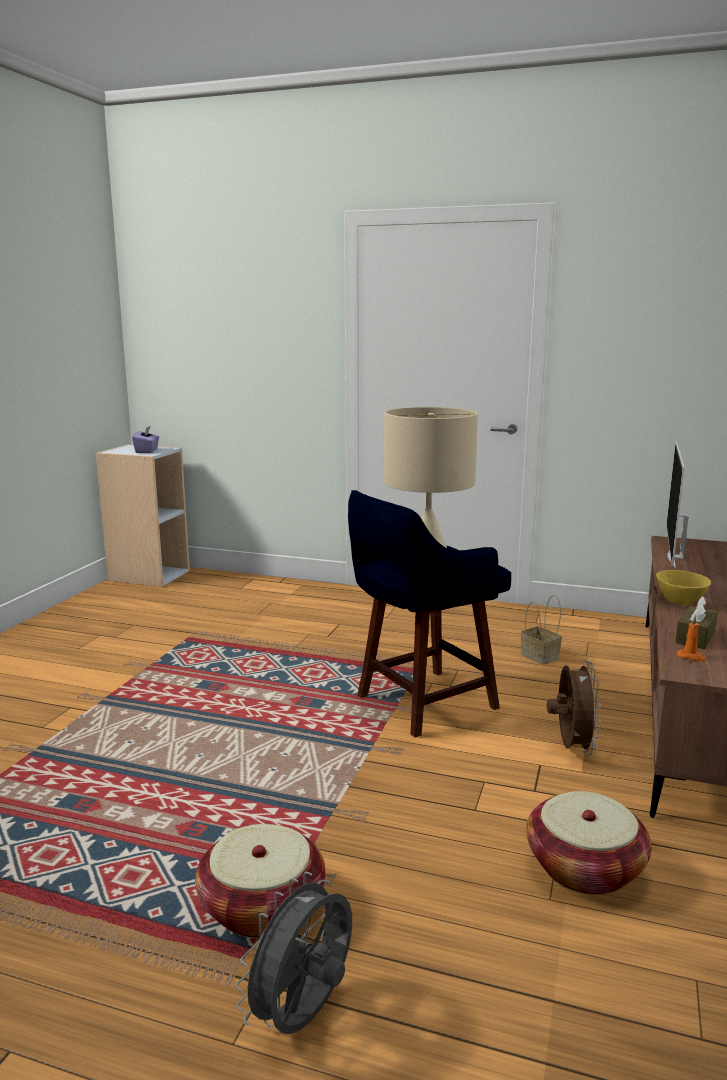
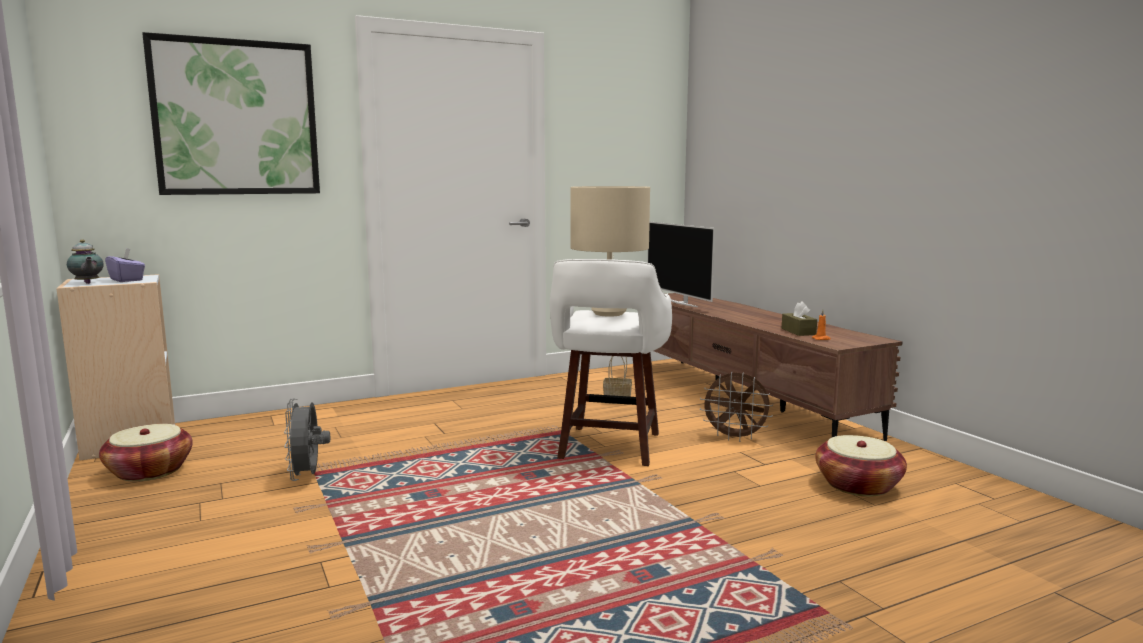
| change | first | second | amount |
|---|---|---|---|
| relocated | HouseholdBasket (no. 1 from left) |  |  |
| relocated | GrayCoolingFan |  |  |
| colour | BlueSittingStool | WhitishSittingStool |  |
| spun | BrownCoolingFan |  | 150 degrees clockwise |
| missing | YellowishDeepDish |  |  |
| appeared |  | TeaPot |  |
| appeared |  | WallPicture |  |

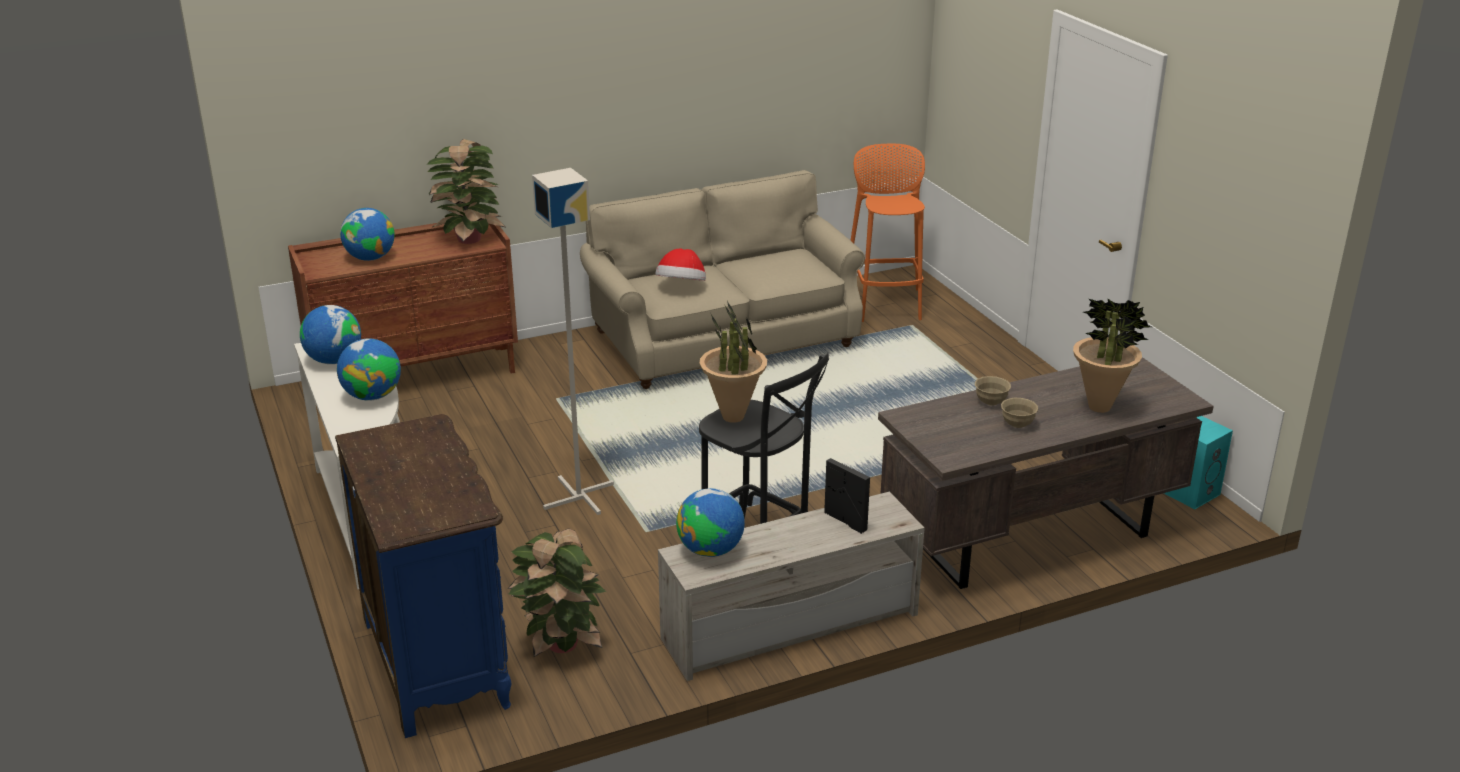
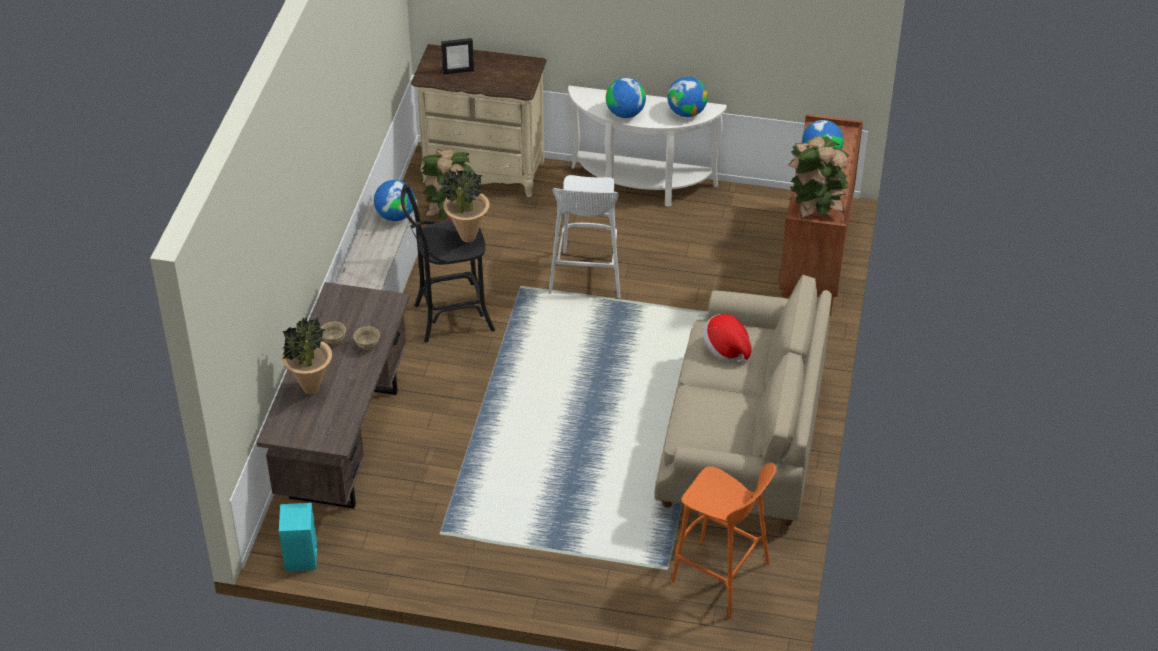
| change | first | second | amount |
|---|---|---|---|
| colour | BlueDresser | SandColouredDresser |  |
| exchanged | GrayStandingLamp | WhitishSittingStool |  |
| relocated | PhotoFrame |  |  |

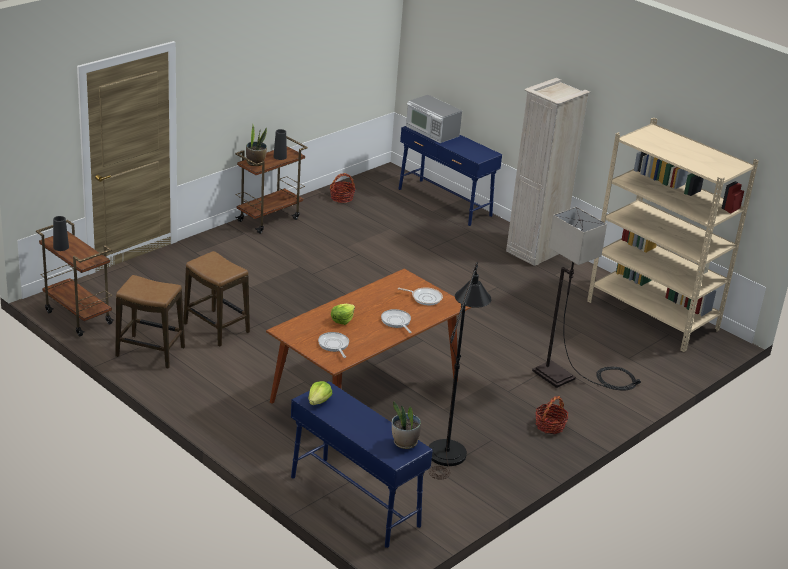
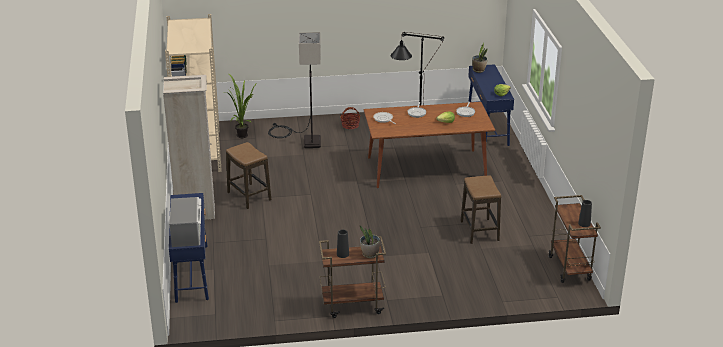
| change | first | second | amount |
|---|---|---|---|
| relocated | SittingStool (no. 1 from left) |  |  |
| missing | HouseholdBasket (no. 1 from left) |  |  |
| appeared |  | PlantInAPot (no. 1 from left) |  |

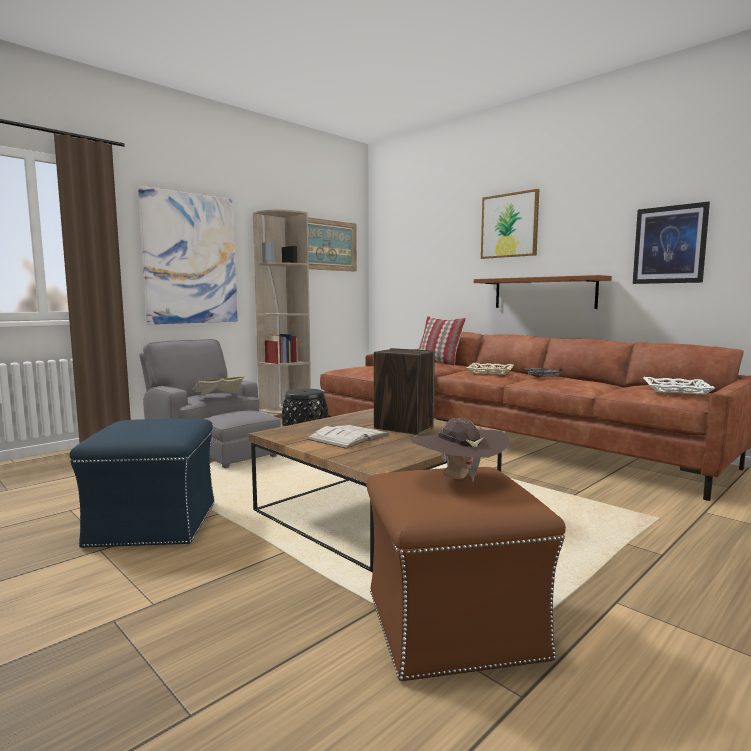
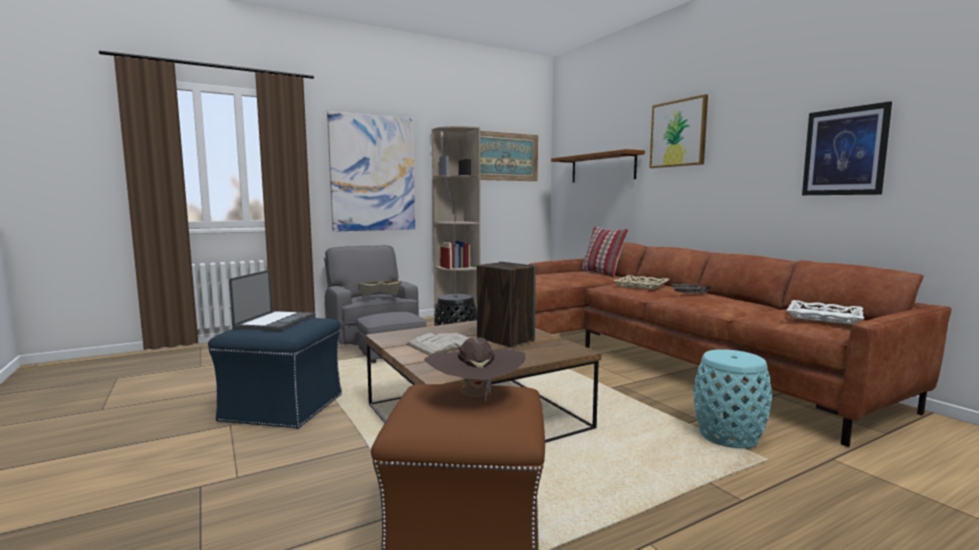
| change | first | second | amount |
|---|---|---|---|
| relocated | BrownShelf |  |  |
| appeared |  | PortableComputer |  |
| appeared |  | TurquoiseColouredSittingStool |  |

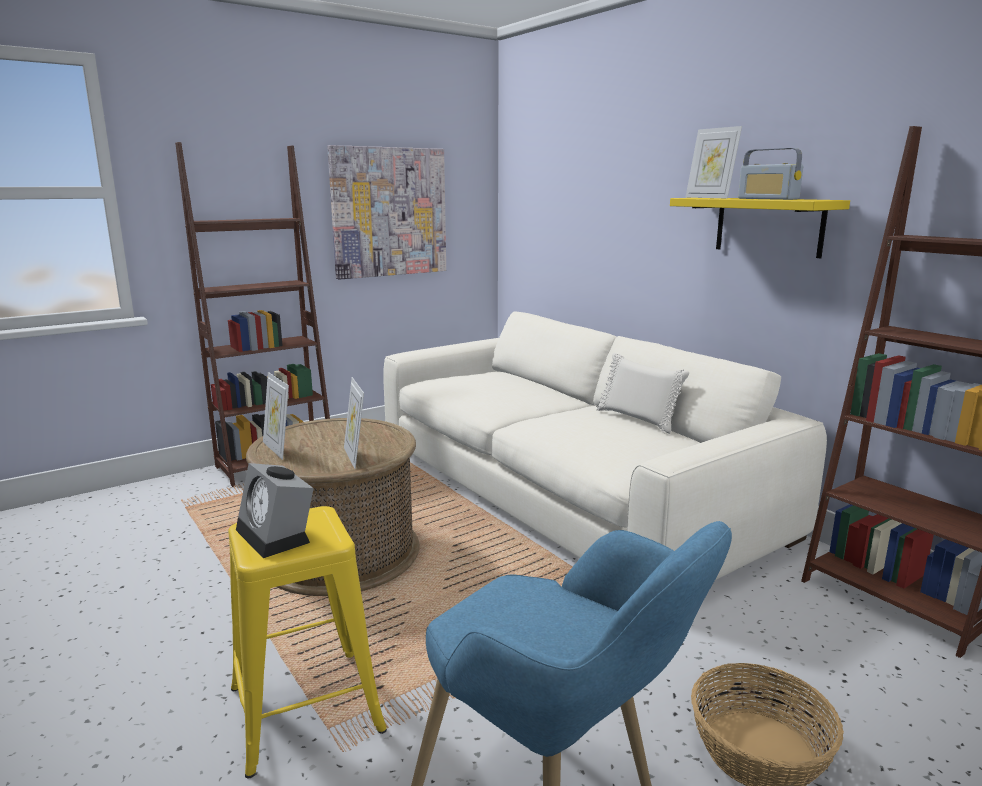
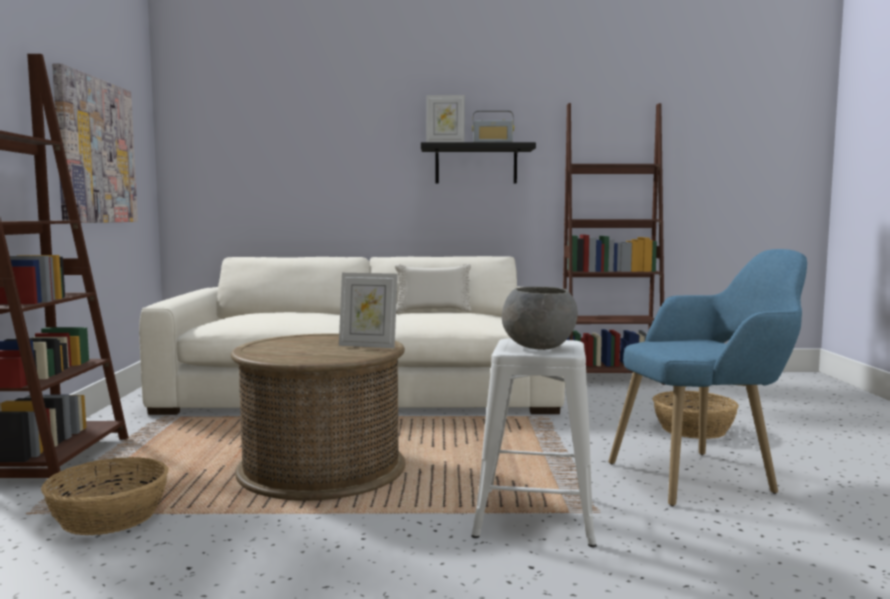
| change | first | second | amount |
|---|---|---|---|
| colour | YellowishSittingStool | WhitishSittingStool |  |
| exchanged | AlarmClock | GrayDeepDish |  |
| missing | PhotoFrame (no. 1 from left) |  |  |
| colour | YellowishShelf | BlackColouredShelf |  |
| appeared |  | HouseholdBasket (no. 1 from left) |  |

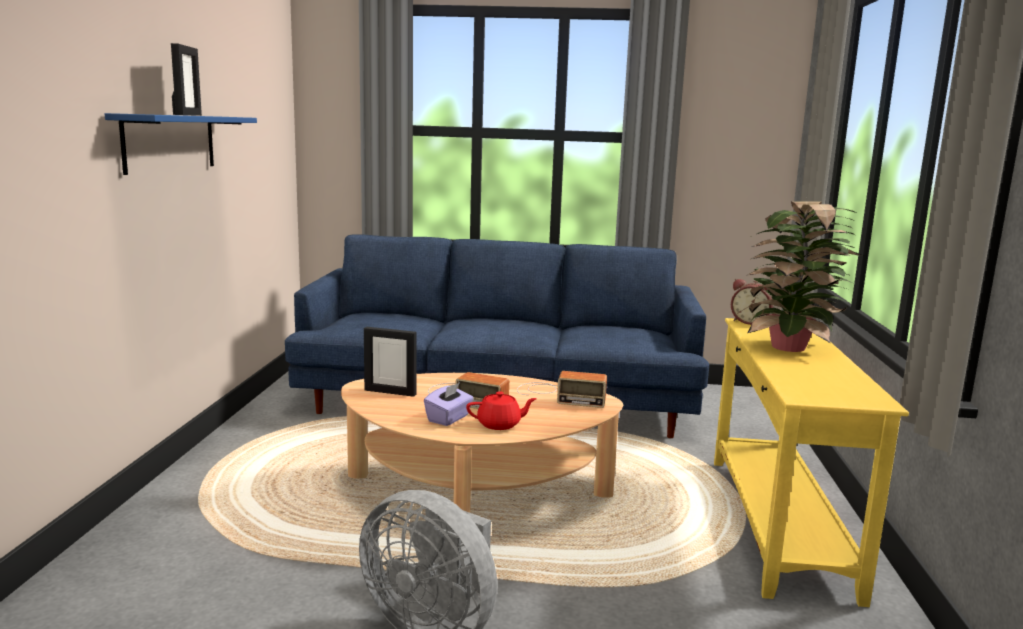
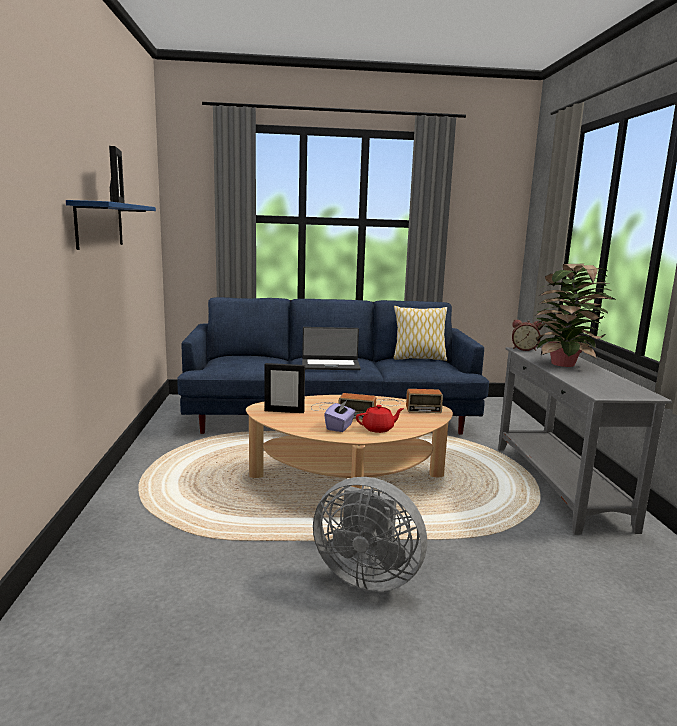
| change | first | second | amount |
|---|---|---|---|
| colour | YellowishConsoleTable | GrayConsoleTable |  |
| appeared |  | PortableComputer |  |
| appeared |  | Cushion |  |

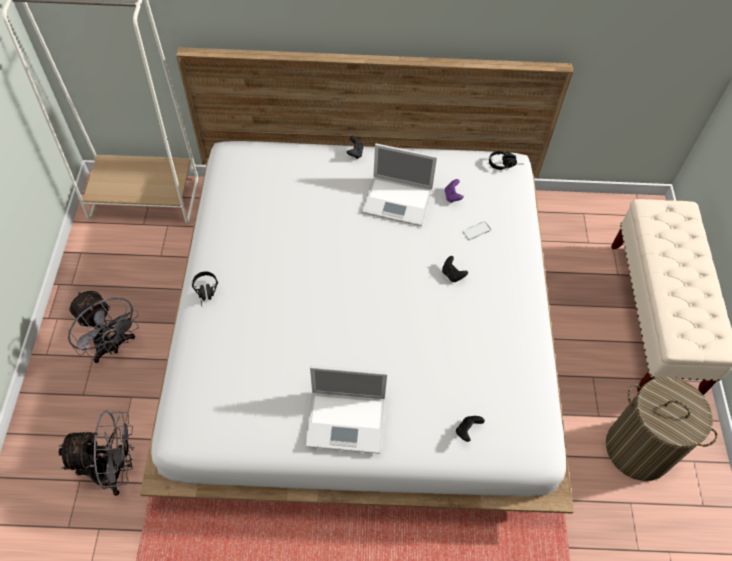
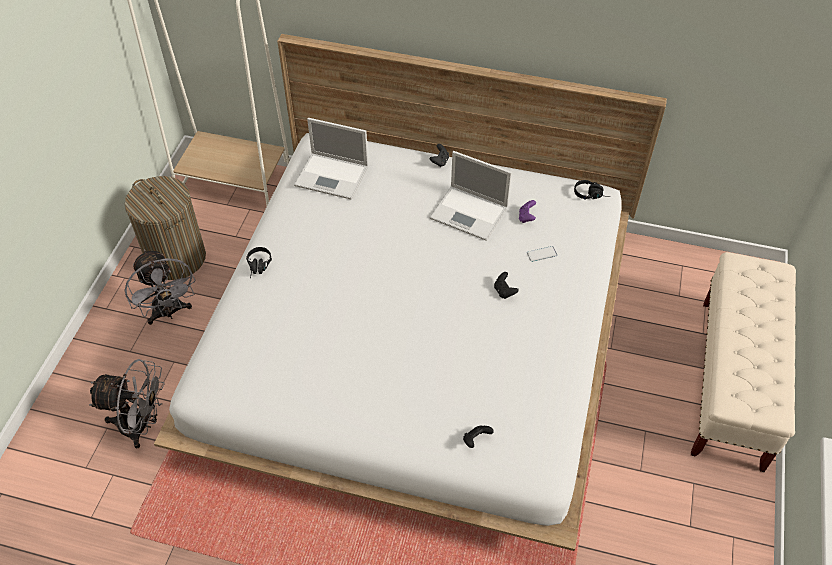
| change | first | second | amount |
|---|---|---|---|
| relocated | PortableComputer (no. 1 from left) |  |  |
| relocated | WashingBasket |  |  |

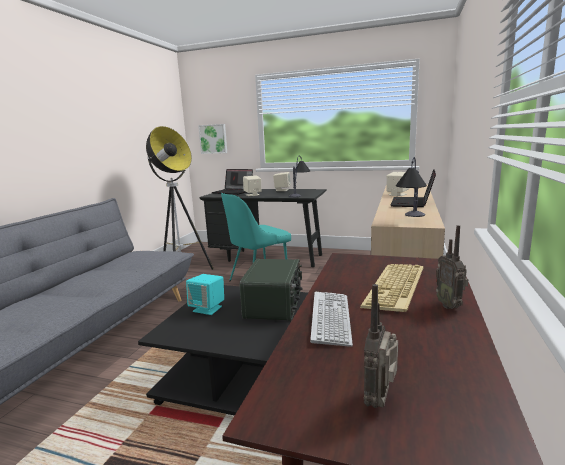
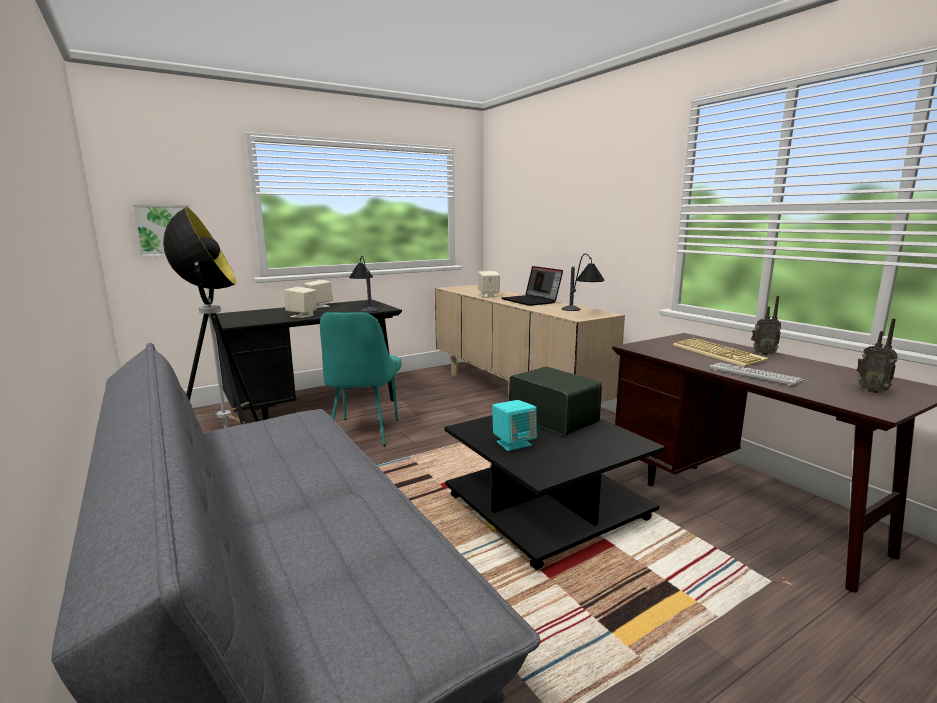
| change | first | second | amount |
|---|---|---|---|
| missing | PortableComputer (no. 1 from left) |  |  |

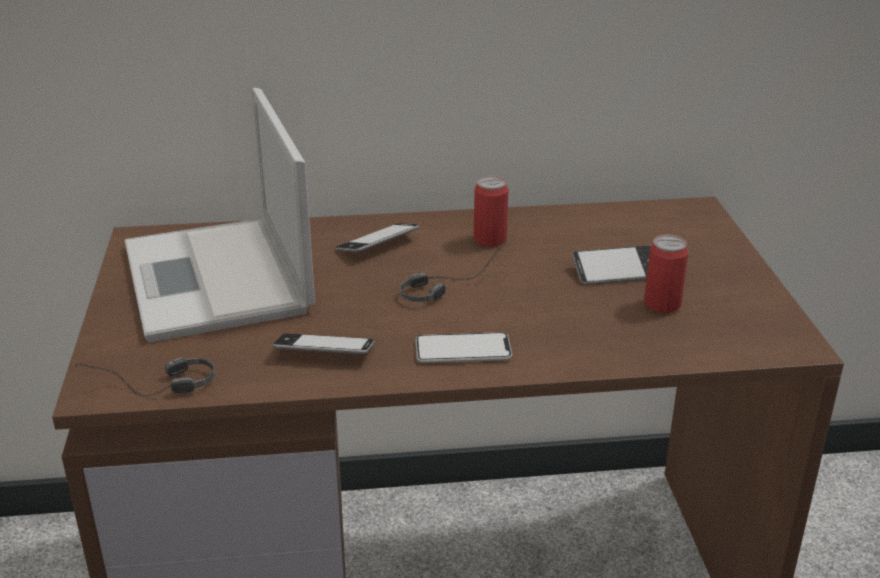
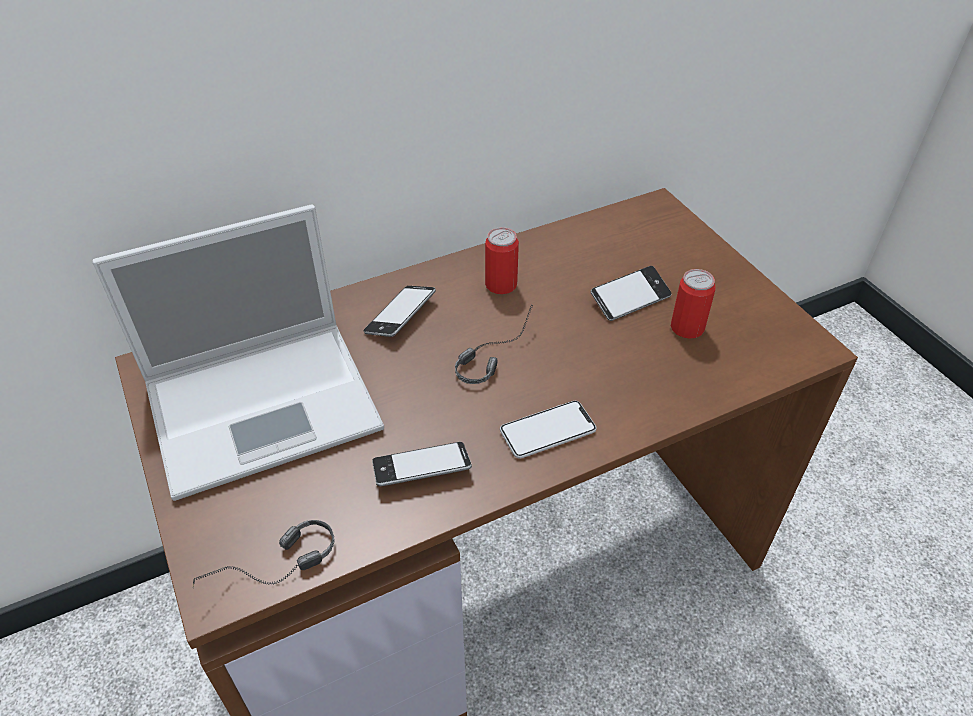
| change | first | second | amount |
|---|---|---|---|
| spun | PortableComputer |  | 75 degrees counterclockwise |

